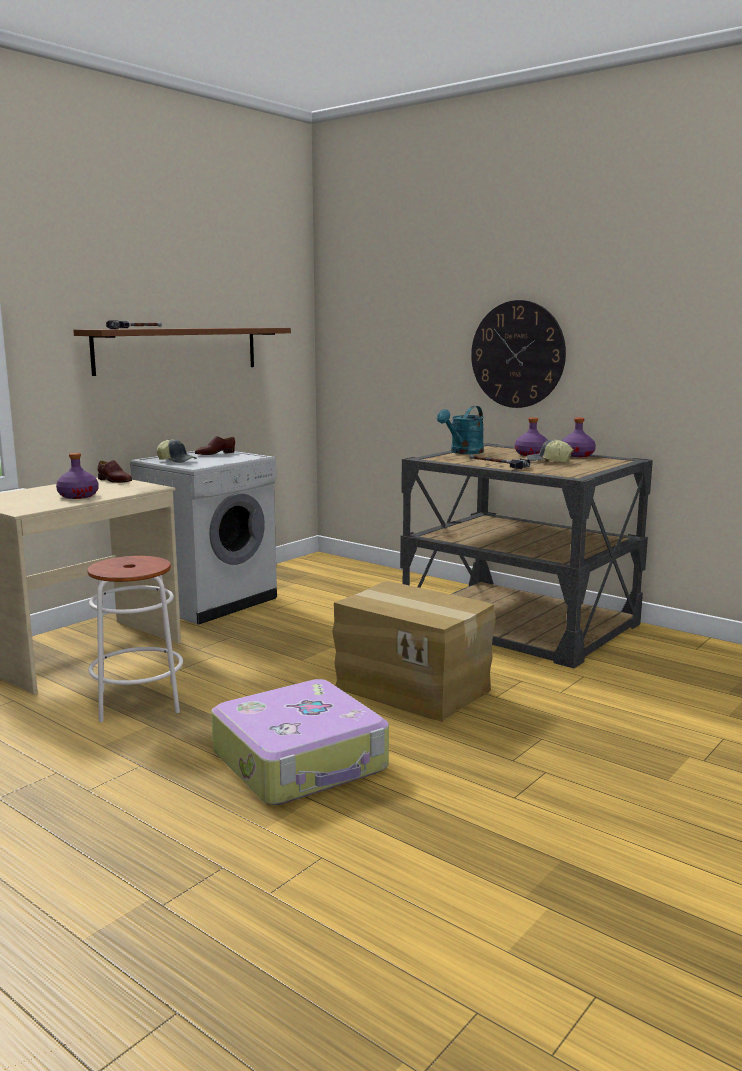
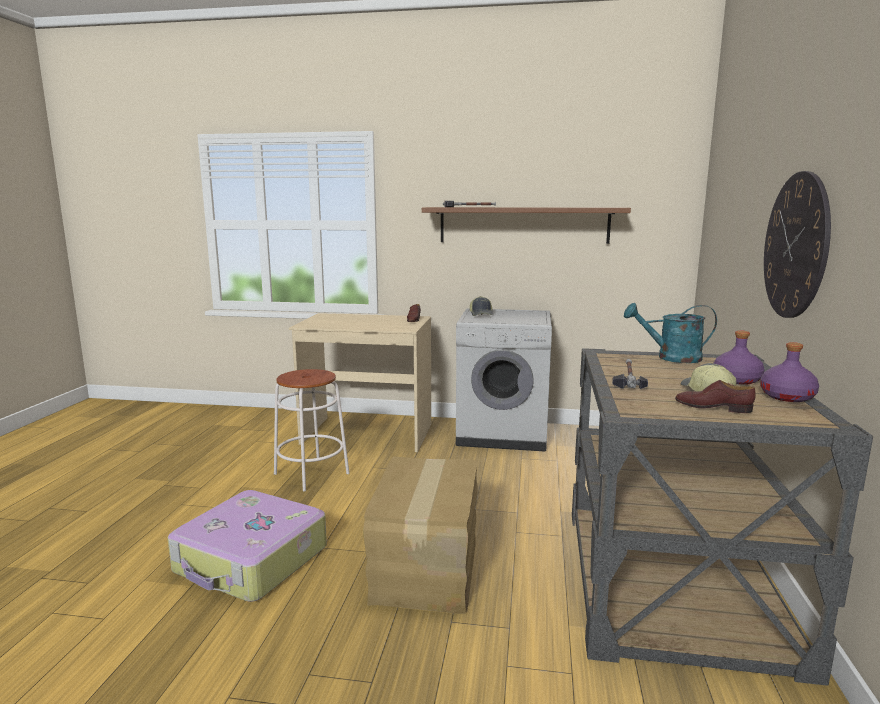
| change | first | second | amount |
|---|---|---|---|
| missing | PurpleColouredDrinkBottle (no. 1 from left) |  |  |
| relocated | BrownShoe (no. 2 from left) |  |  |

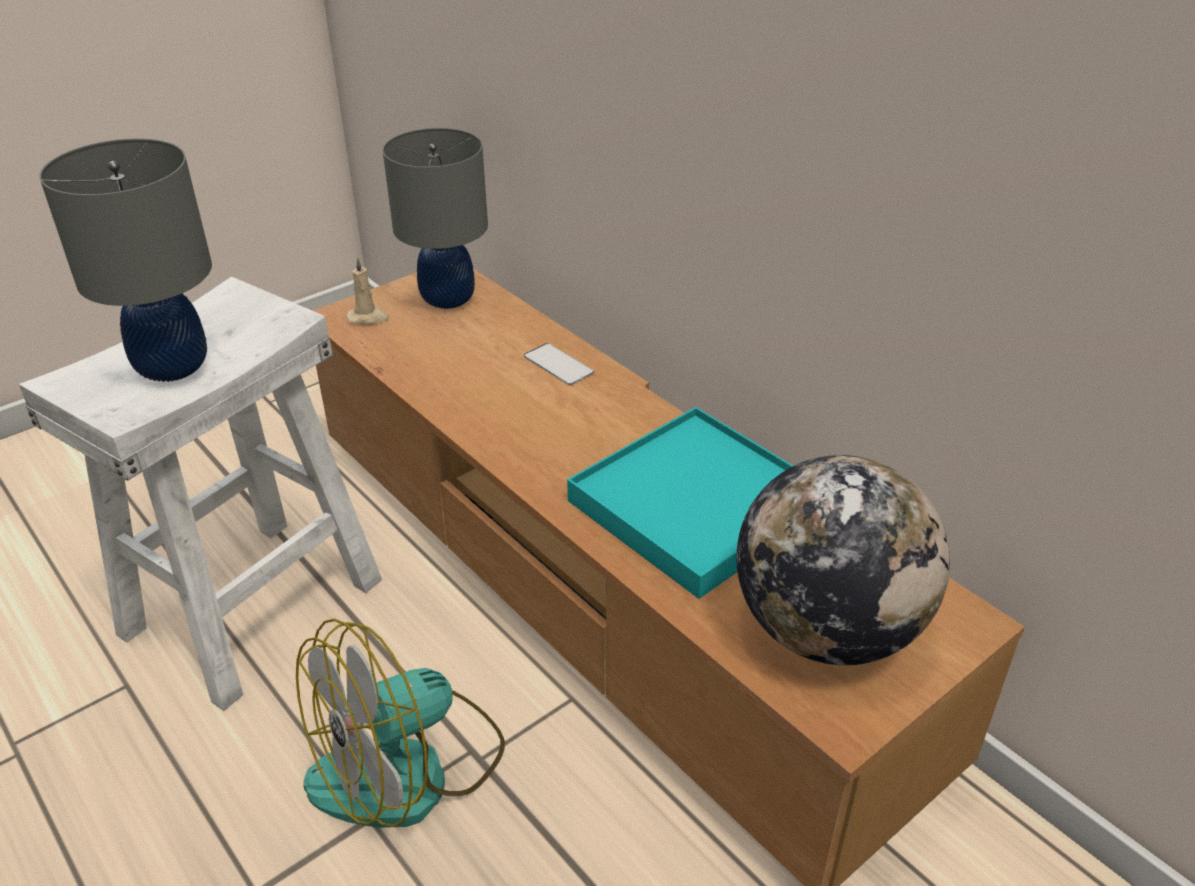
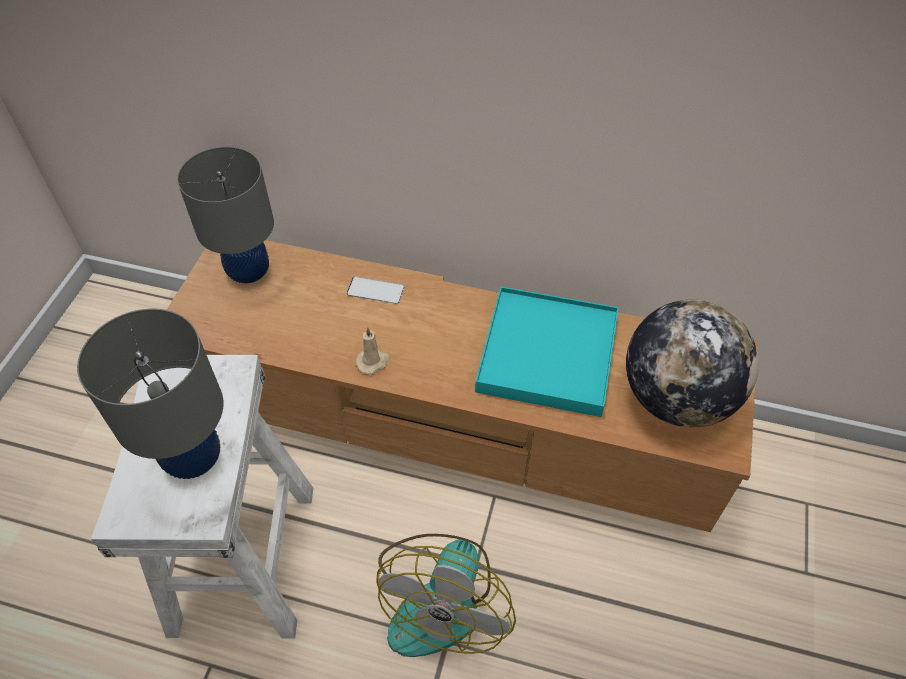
| change | first | second | amount |
|---|---|---|---|
| relocated | SandColouredWaxCandle |  |  |

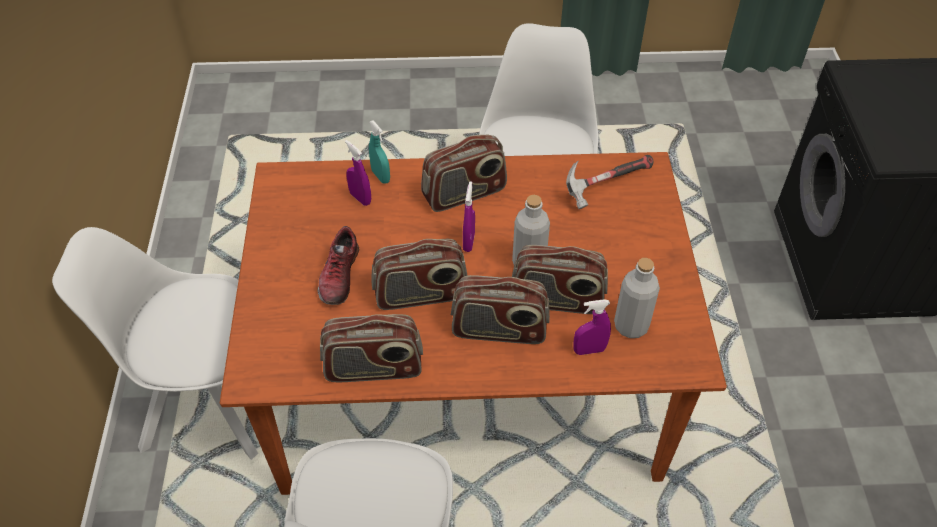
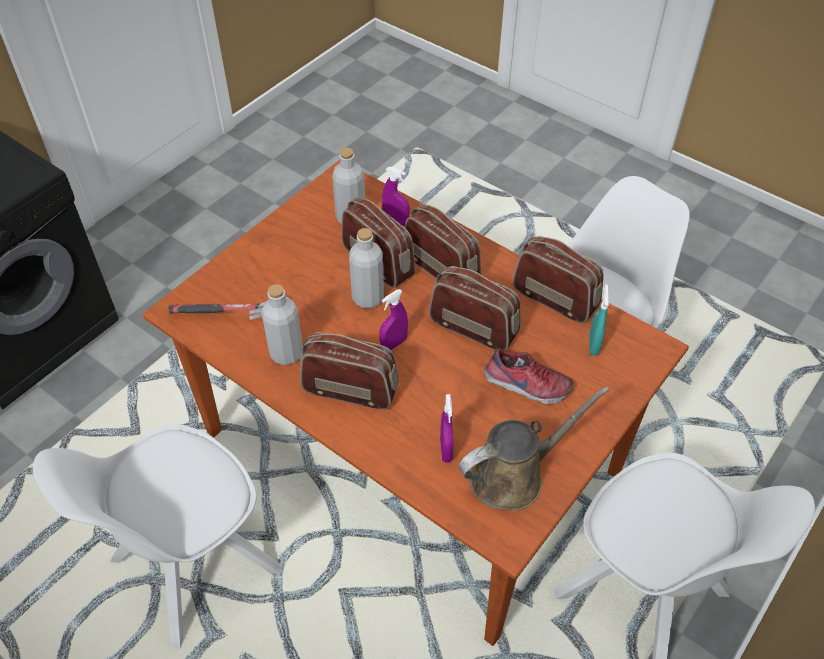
| change | first | second | amount |
|---|---|---|---|
| spun | Shoe |  | 60 degrees clockwise |
| relocated | TurquoiseColouredSprayBottle |  |  |
| appeared |  | GrayDrinkBottle (no. 1 from left) |  |
| appeared |  | BrownWateringCan |  |

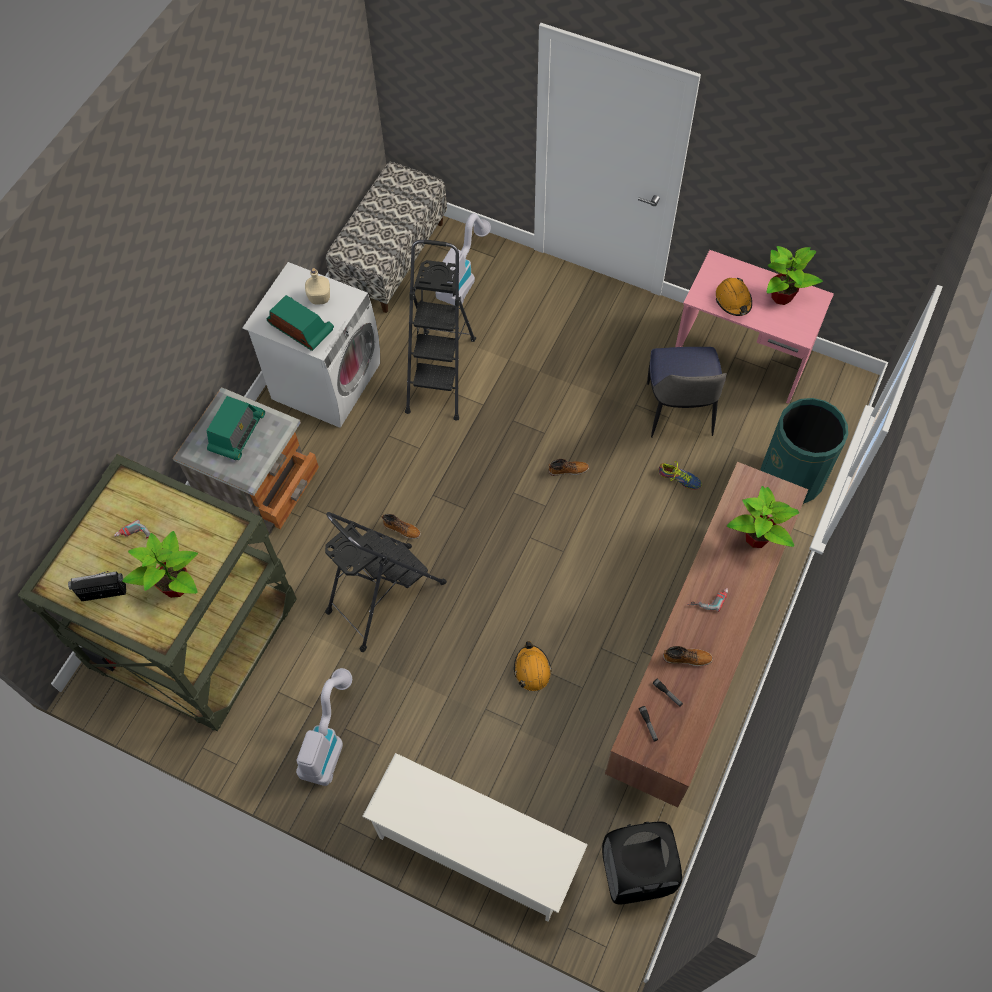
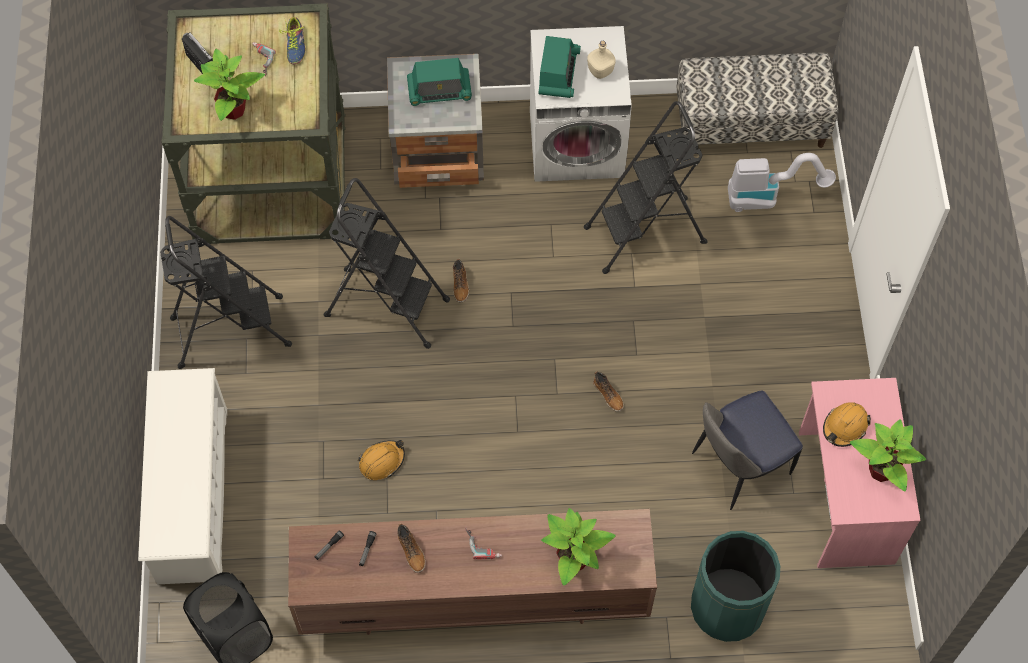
| change | first | second | amount |
|---|---|---|---|
| exchanged | Vacuum (no. 1 from left) | StepStool (no. 1 from left) |  |
| relocated | Shoe |  |  |

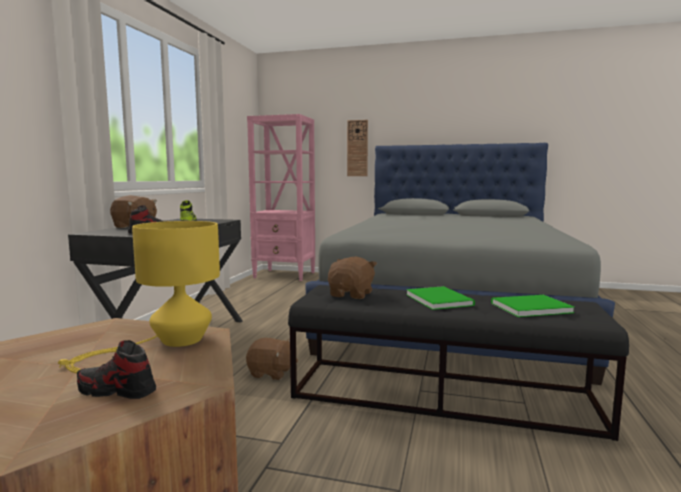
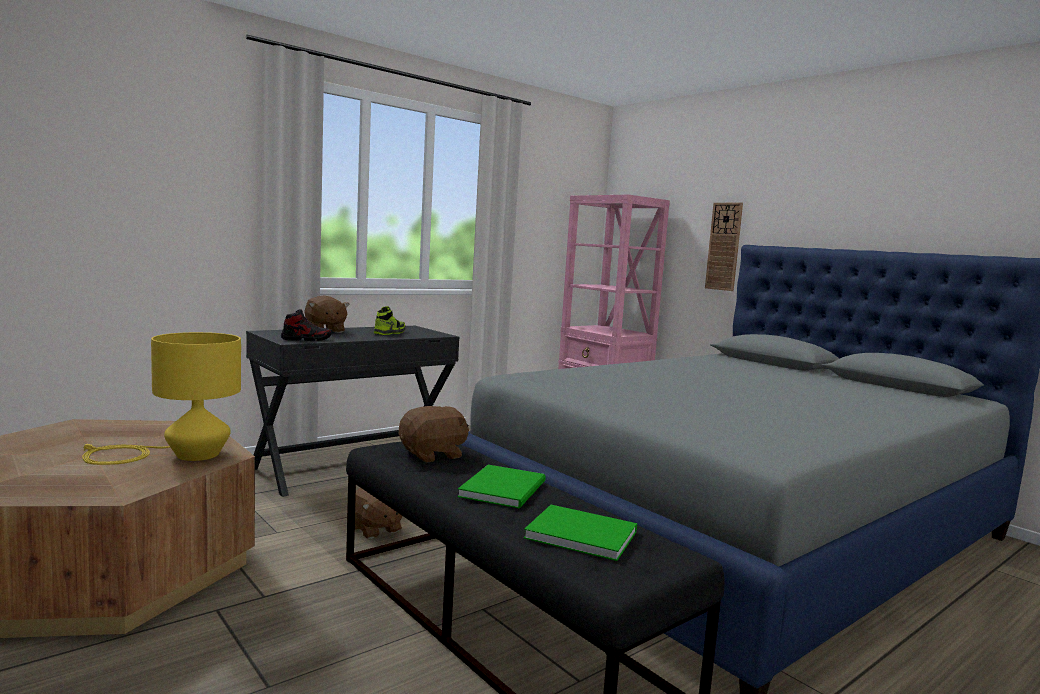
| change | first | second | amount |
|---|---|---|---|
| missing | Shoe (no. 1 from left) |  |  |

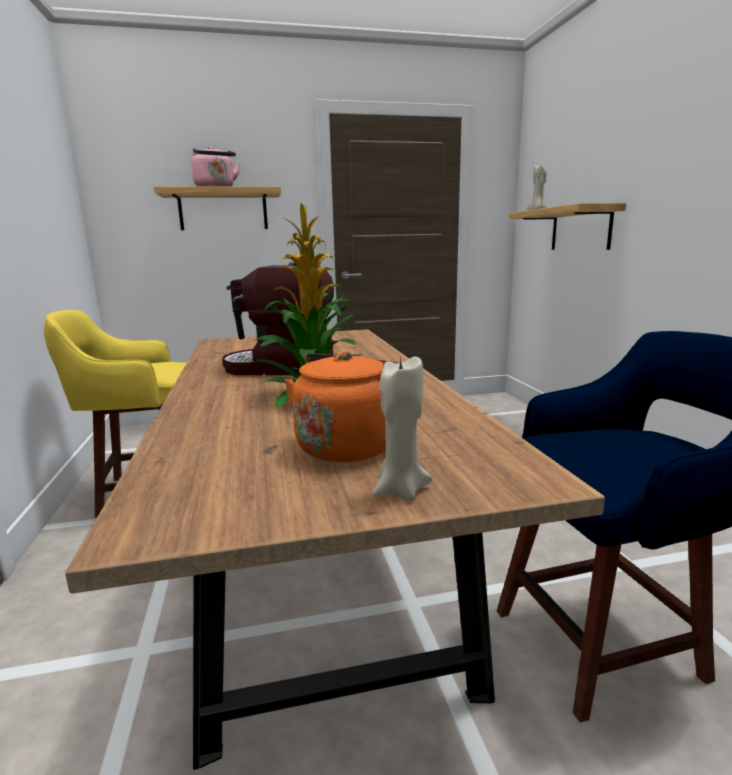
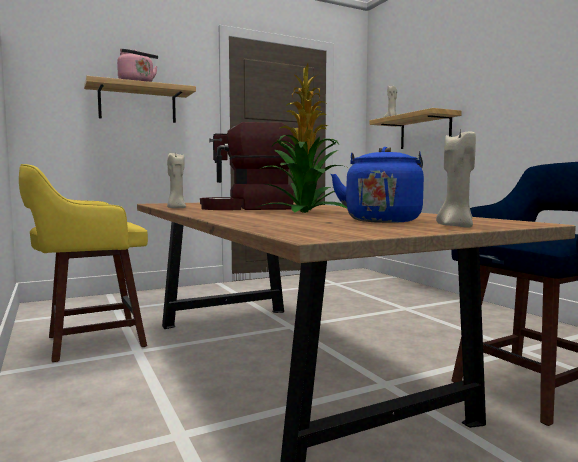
| change | first | second | amount |
|---|---|---|---|
| colour | OrangeColouredKettle | BlueKettle |  |
| appeared |  | SandColouredWaxCandle (no. 1 from left) |  |

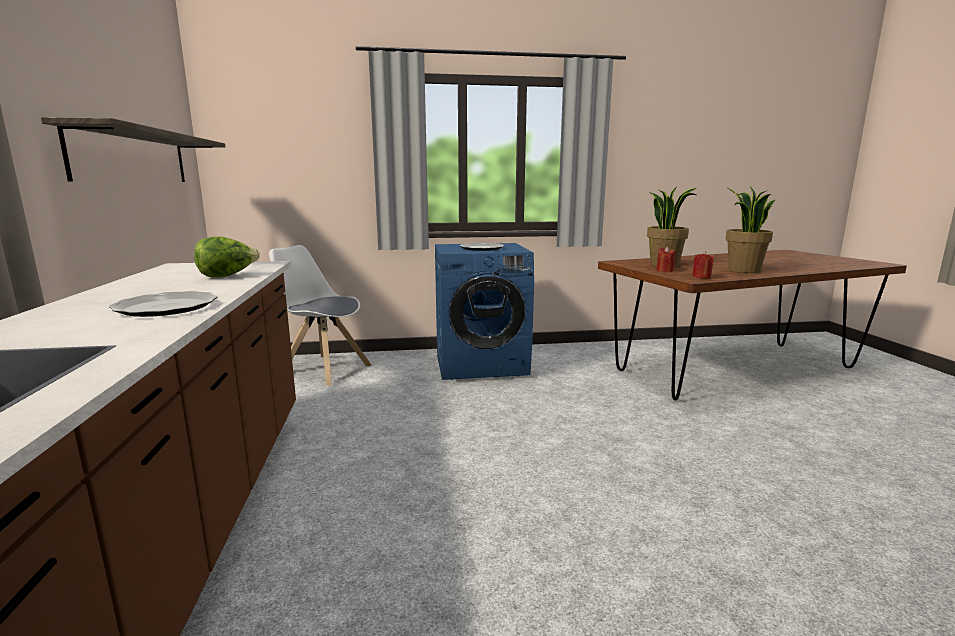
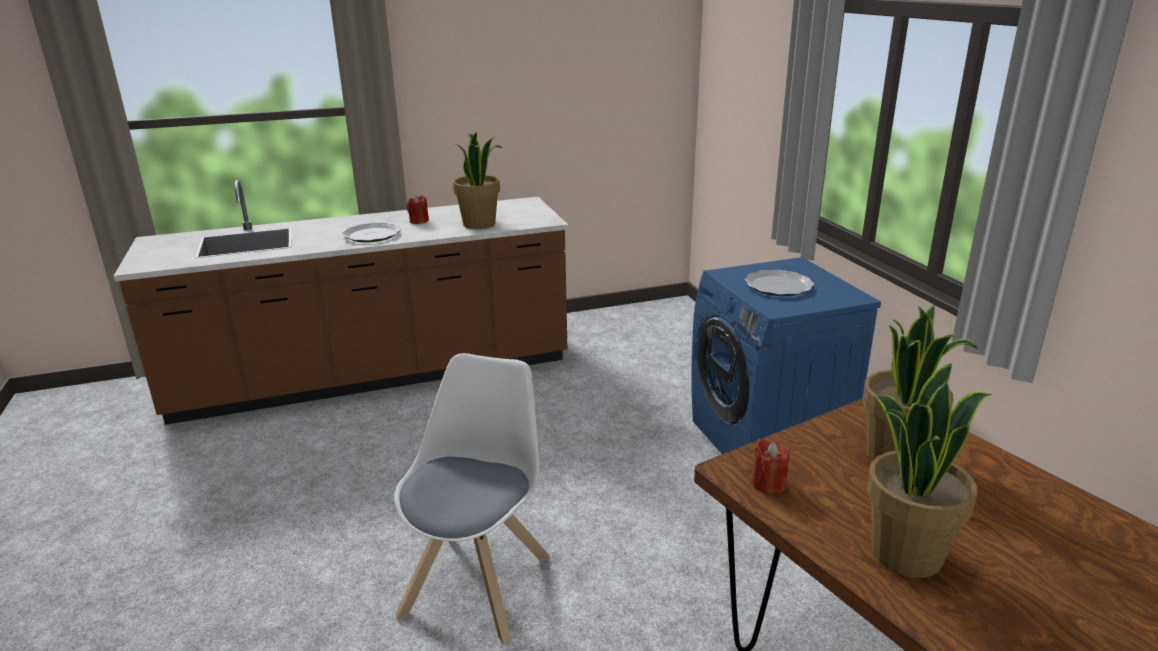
| change | first | second | amount |
|---|---|---|---|
| missing | Shelf |  |  |
| exchanged | Lettuce | PlantInAPot (no. 1 from left) |  |
| relocated | PlainChair |  |  |
| relocated | RedWaxCandle (no. 1 from left) |  |  |

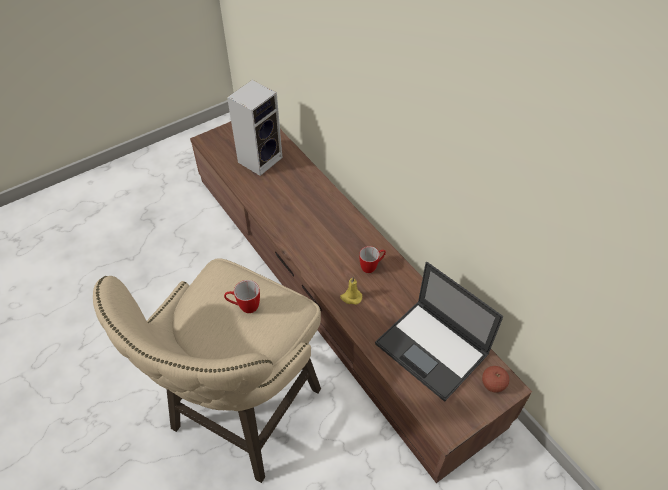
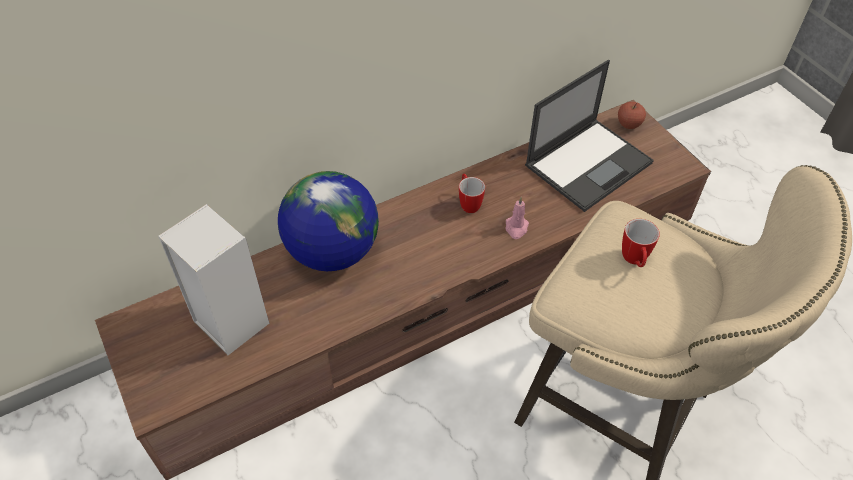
| change | first | second | amount |
|---|---|---|---|
| colour | YellowishWaxCandle | PinkWaxCandle |  |
| appeared |  | WorldGlobe |  |

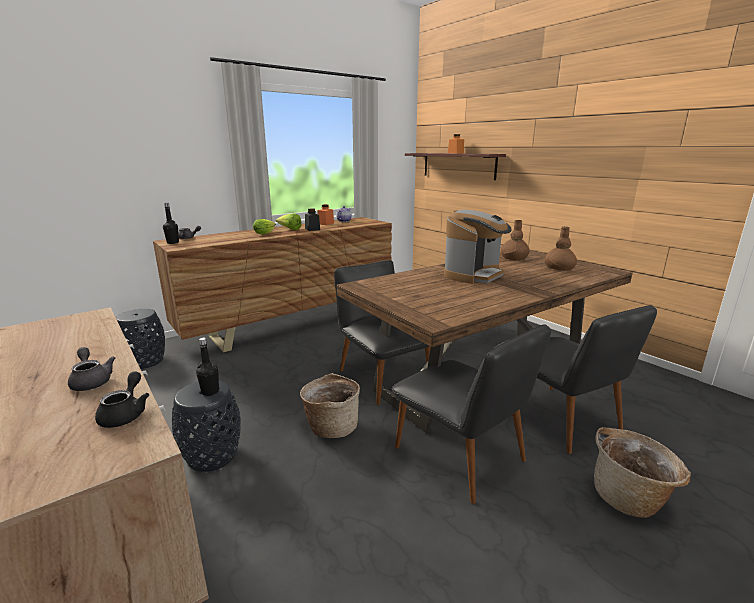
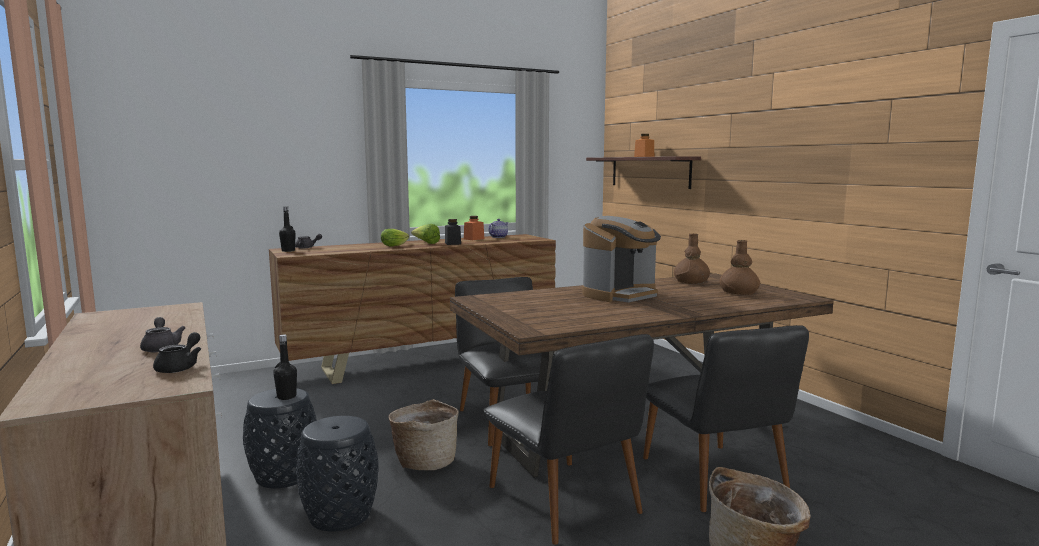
| change | first | second | amount |
|---|---|---|---|
| relocated | BlackColouredSittingStool (no. 1 from left in the first image) | BlackColouredSittingStool (no. 2 from left) |  |

